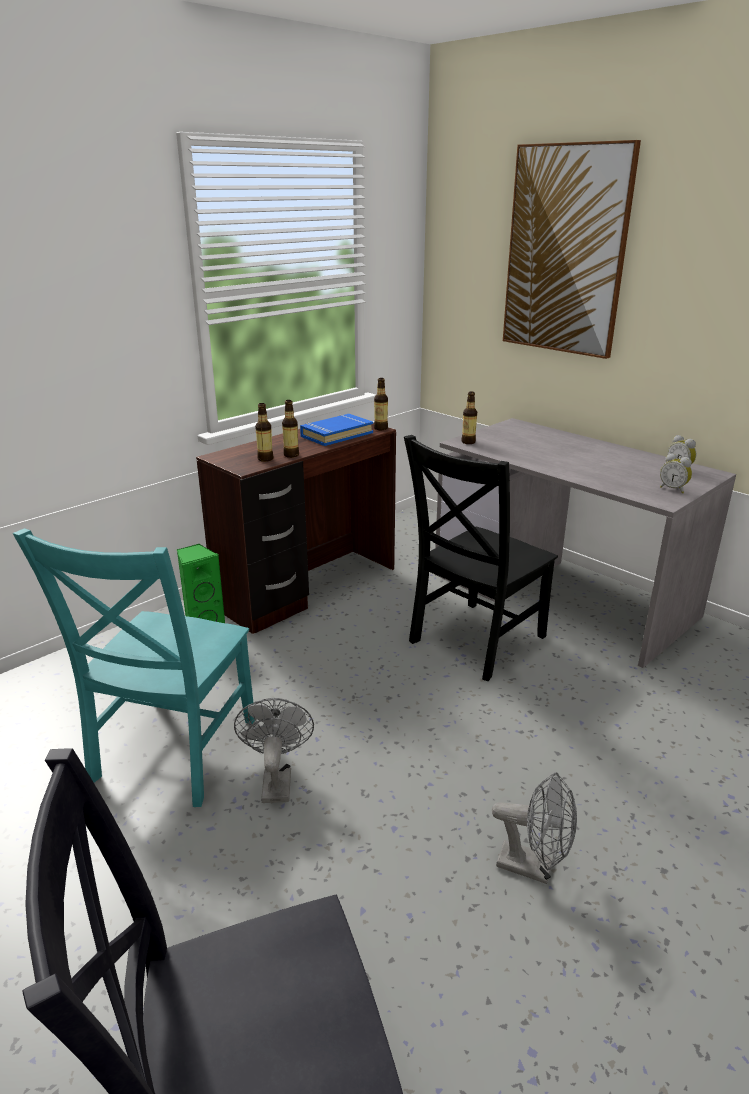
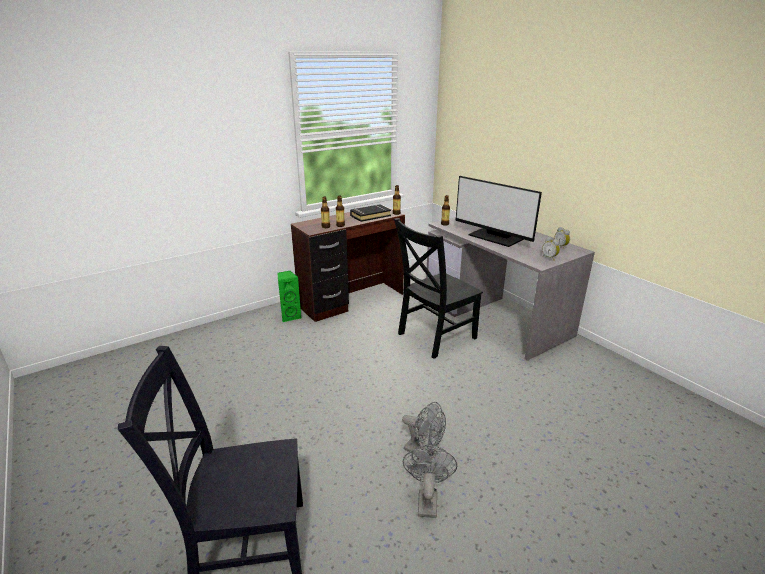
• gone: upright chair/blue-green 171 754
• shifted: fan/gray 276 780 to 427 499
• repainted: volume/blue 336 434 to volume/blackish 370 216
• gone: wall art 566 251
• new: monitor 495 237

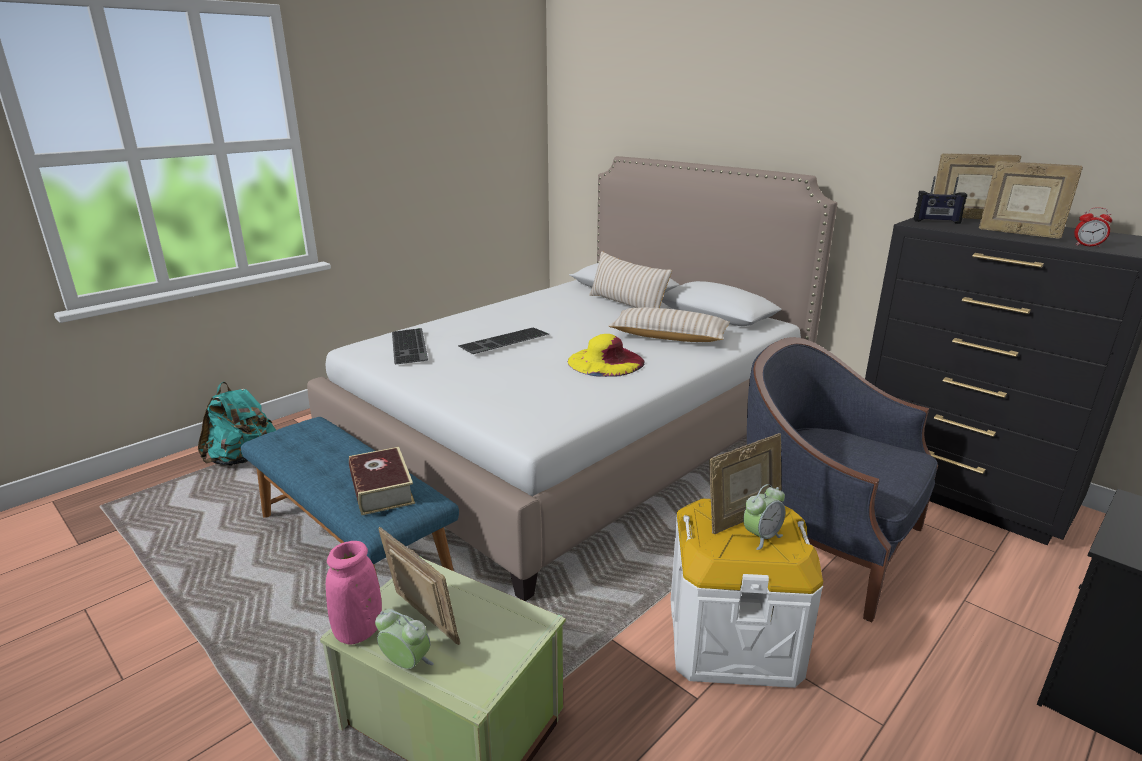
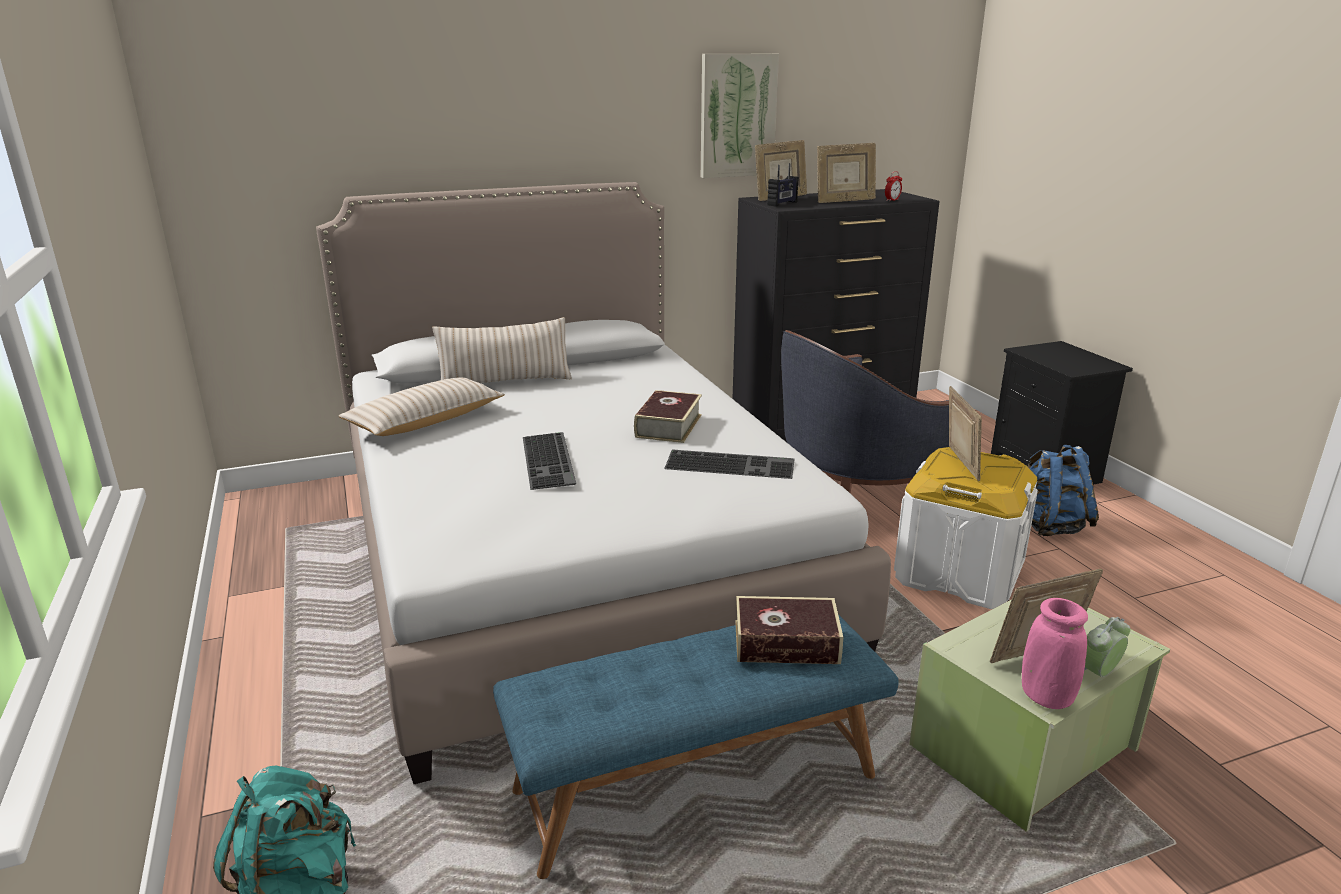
• shifted: computer keyboard 411 346 to 731 464
• swapped: wearable hat/yellow 605 361 to volume 668 426
• shifted: cushion/beige 669 337 to 425 421
• gone: bedside clock 761 537
• new: wall art 737 116
• new: rucksack/blue 1048 526

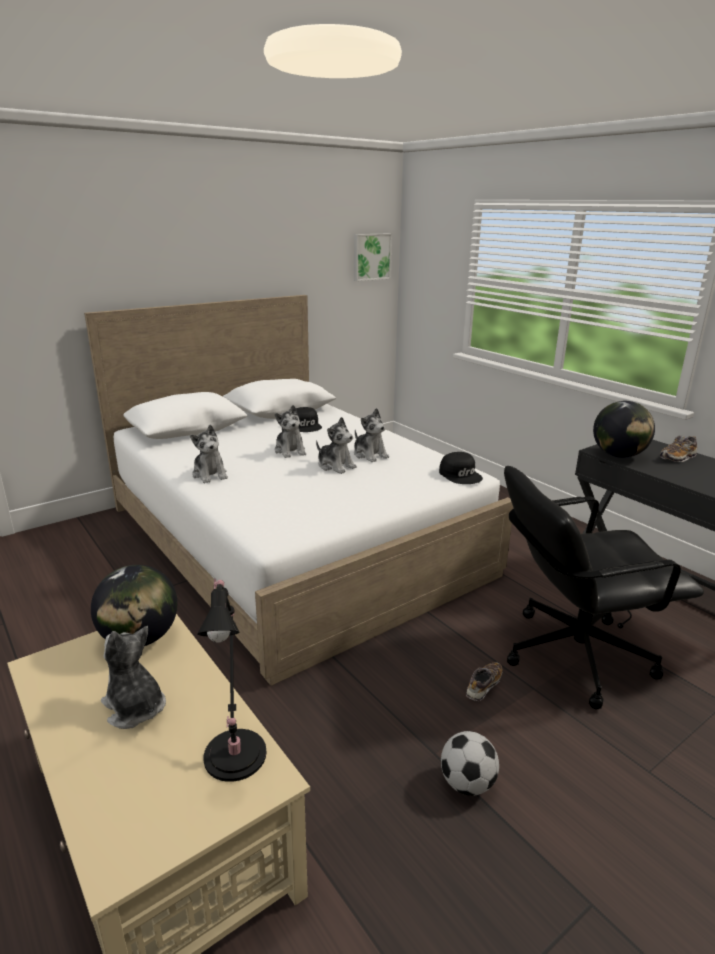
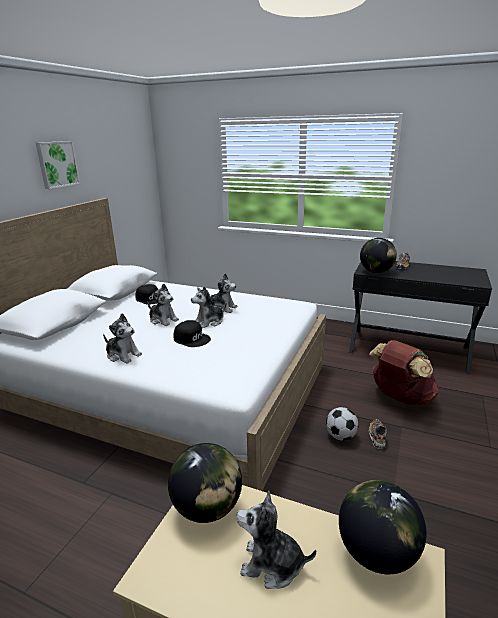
• swapped: tabletop lamp/blackish 236 750 to world globe 376 553
• rotated: plush toy 335 466 = 209 322 135 degrees clockwise
• shifted: wall art 371 257 to 57 164
• shifted: peaked cap/blackish 461 474 to 192 338
• shifted: ball for football 467 784 to 341 436
• swapped: desk chair/blackish 574 654 to rucksack/brownish 400 397

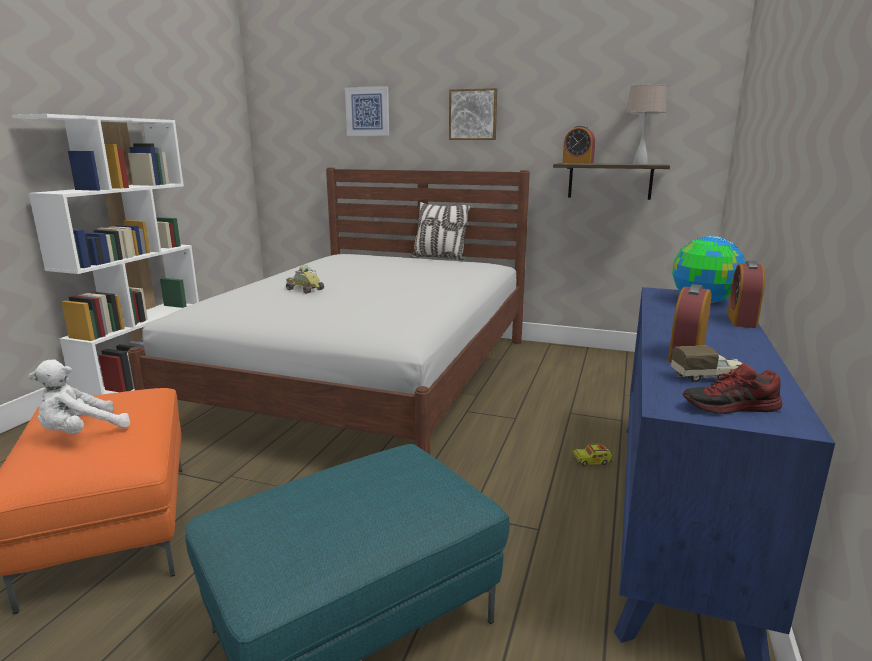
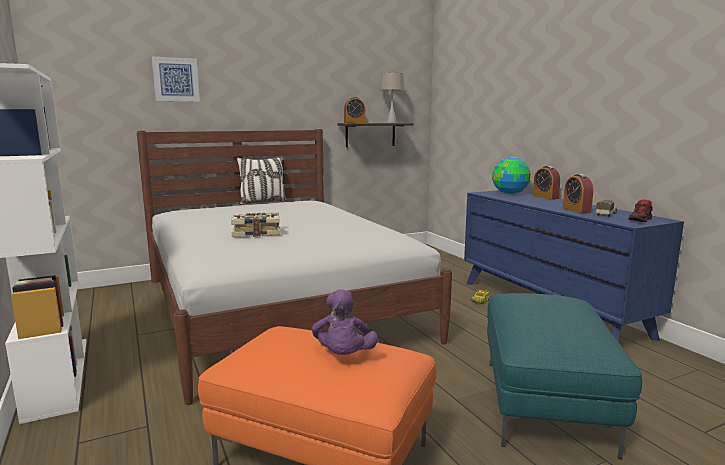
• repainted: plush toy/whitish 81 433 to plush toy/purplish 343 356
• swapped: model car 303 289 to volume 256 232
• gone: wall art 473 114

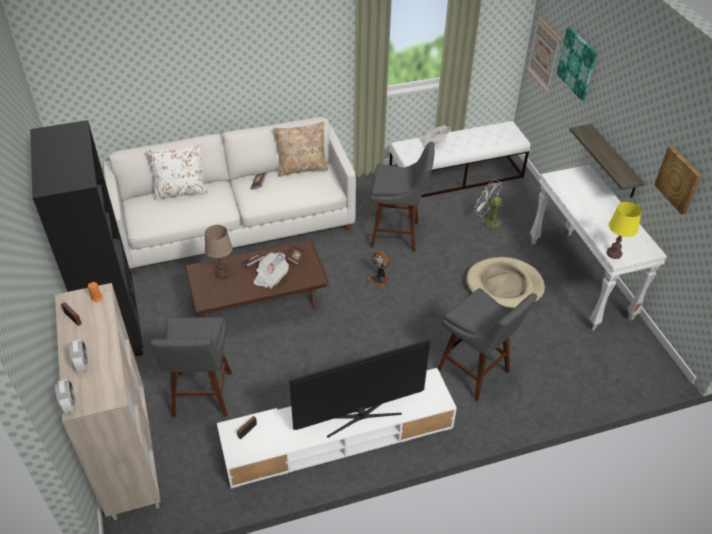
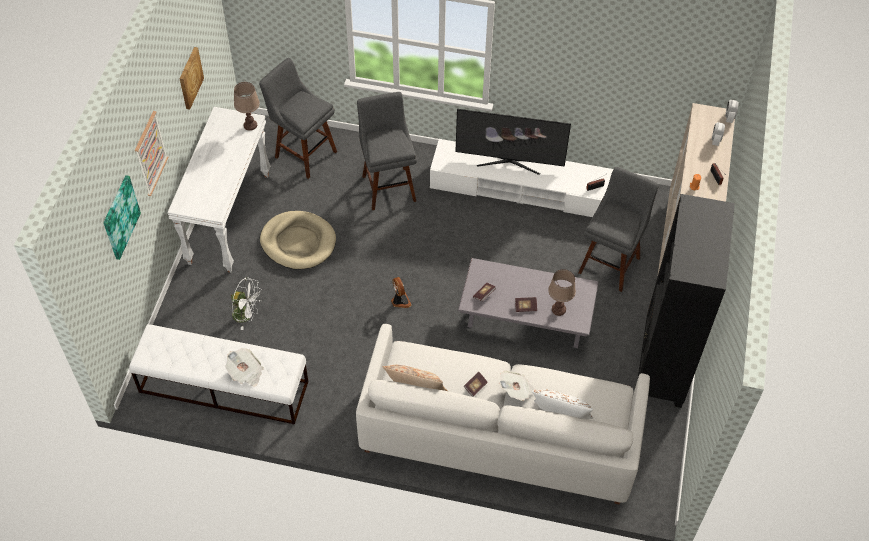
• repainted: coffee table/brownish 260 307 to coffee table/gray 525 322
• shifted: daily paper 270 277 to 516 390
• shifted: sitting stool/gray 398 235 to 303 153
• rotated: fan/whitish 487 221 = 247 315 45 degrees counterclockwise
• shifted: wall art 544 54 to 150 153
• gone: shelf 613 162
• repainted: tabletop lamp/yellow 613 253 to tabletop lamp/brownish 250 125

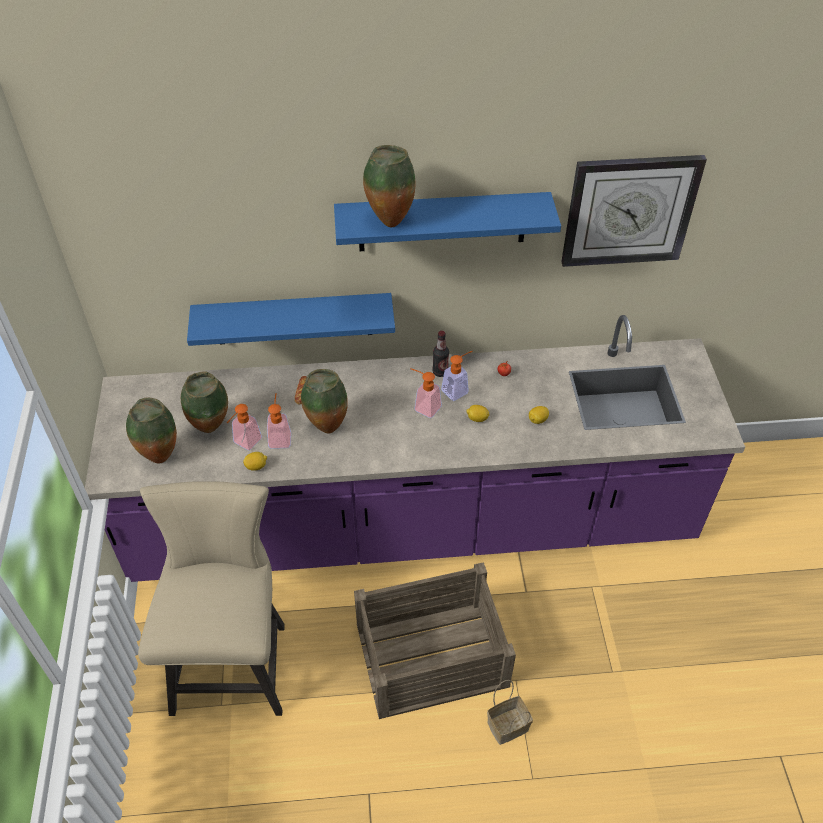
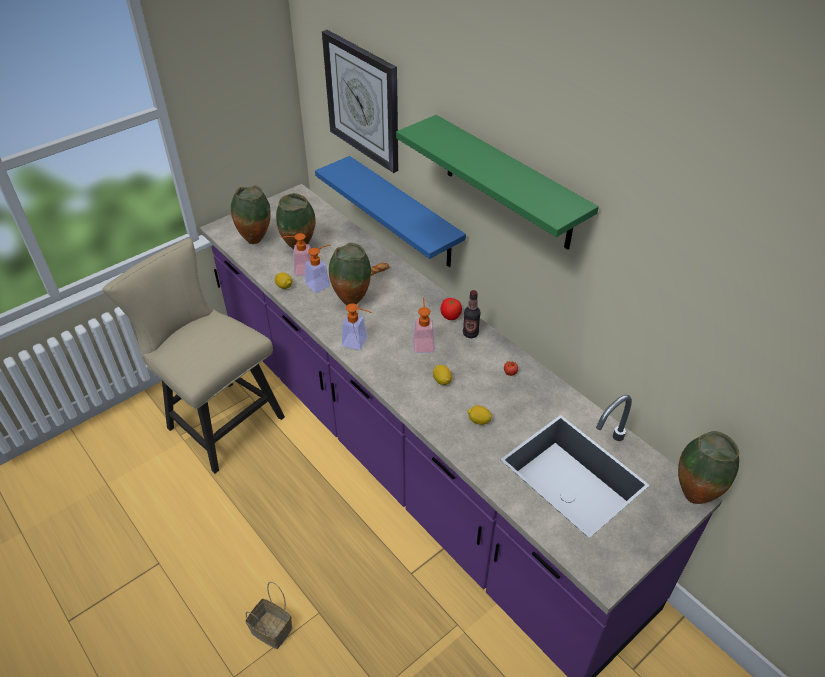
• rotated: upright chair/beige 233 659 = 219 420 105 degrees counterclockwise
• repainted: shelf/blue 442 222 to shelf/green 508 183
• gone: shipping crate 432 656
• shifted: decorative vase 389 222 to 693 495
• shifted: soap dispenser 458 389 to 359 343
• shifted: hanging clock 629 210 to 363 101
• new: fresh tomato 450 316

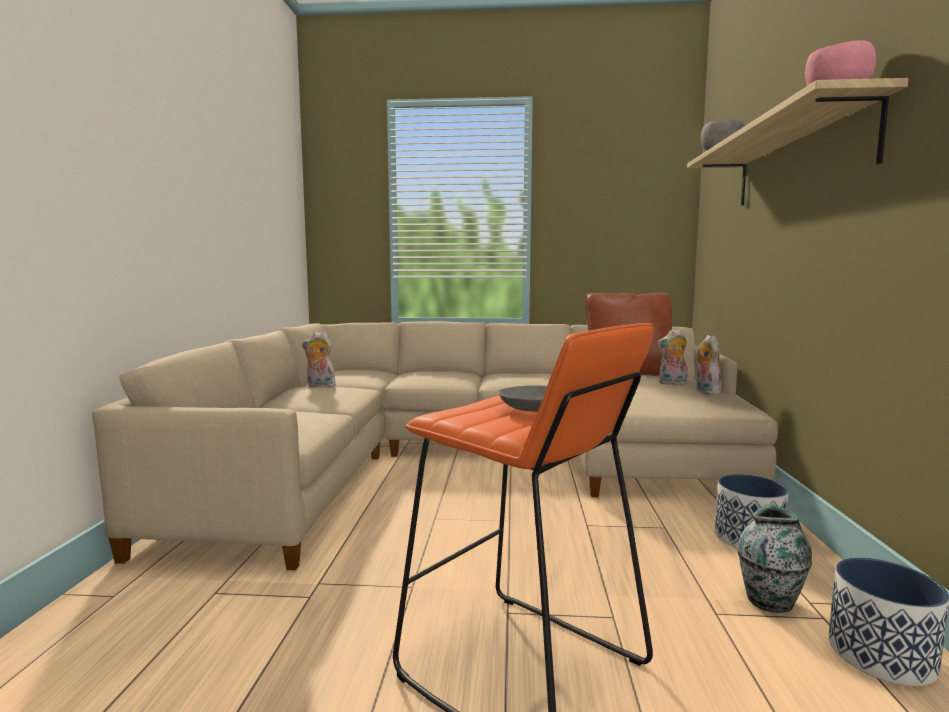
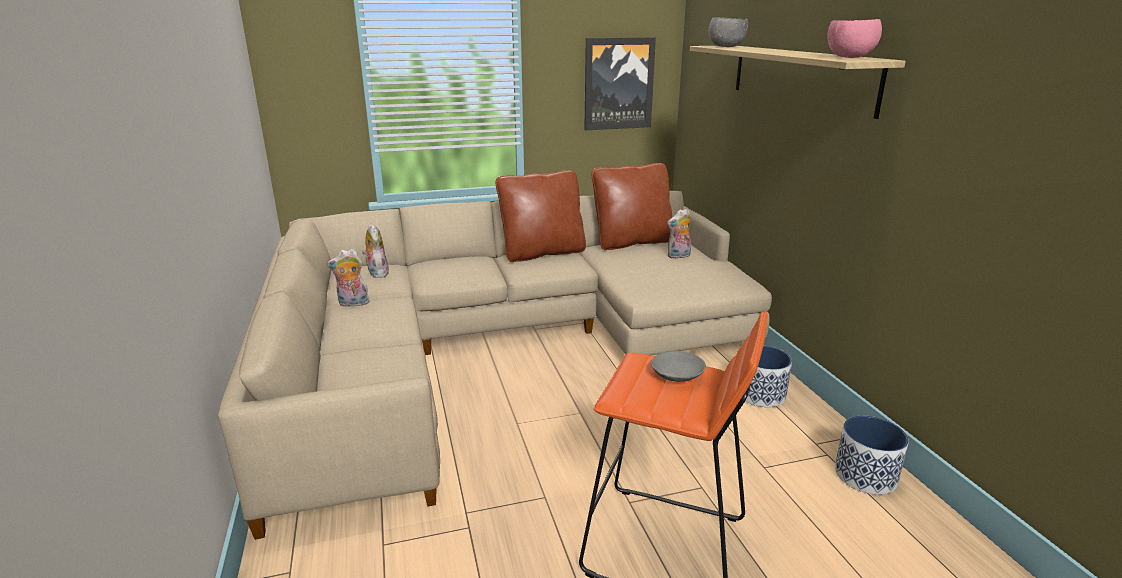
• shifted: plush toy 705 391 to 376 273
• gone: decorative vase 770 601
• new: cushion/brownish 542 253
• new: wall art 618 84

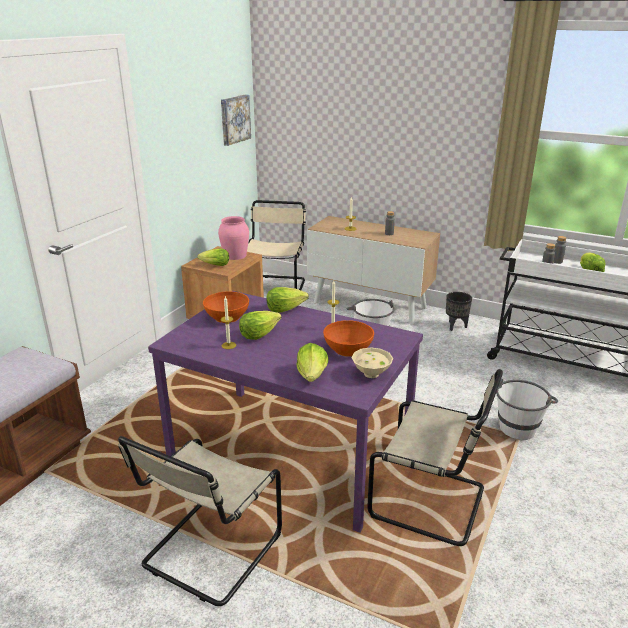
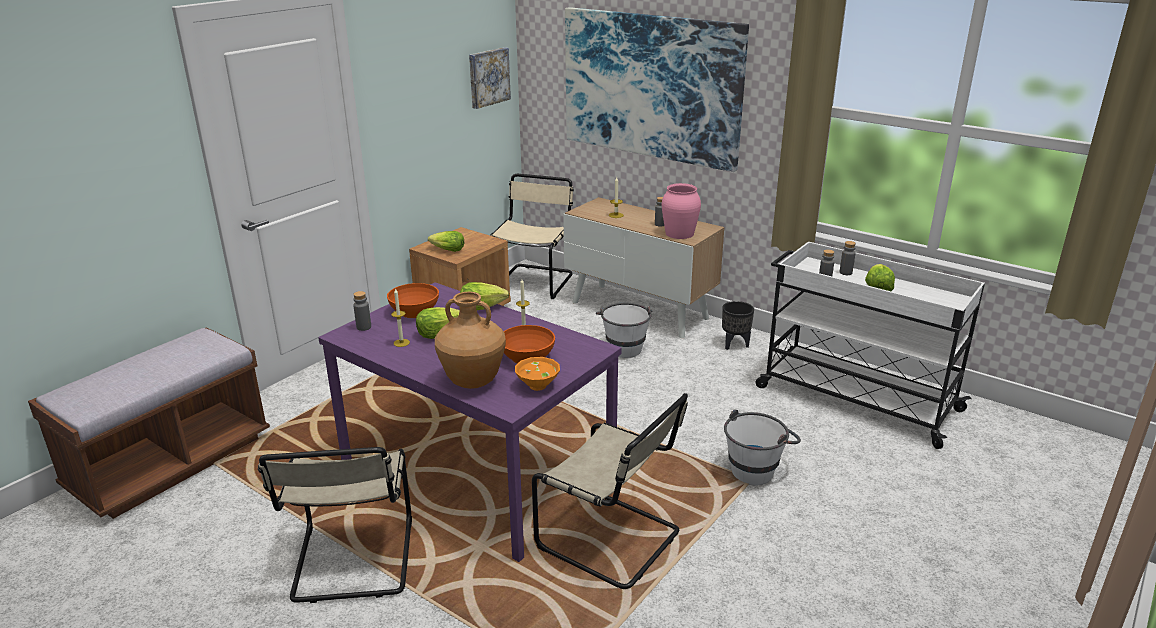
• rotated: upright chair/beige 209 553 = 353 563 45 degrees counterclockwise
• shifted: decorative vase/pink-coloured 235 255 to 680 233
• swapped: lettuce 312 375 to decorative vase/brownish 473 382
• repainted: bowl/beige 370 374 to bowl/orange-coloured 536 386
• new: beverage bottle/gray 364 327
• new: wall art 651 86

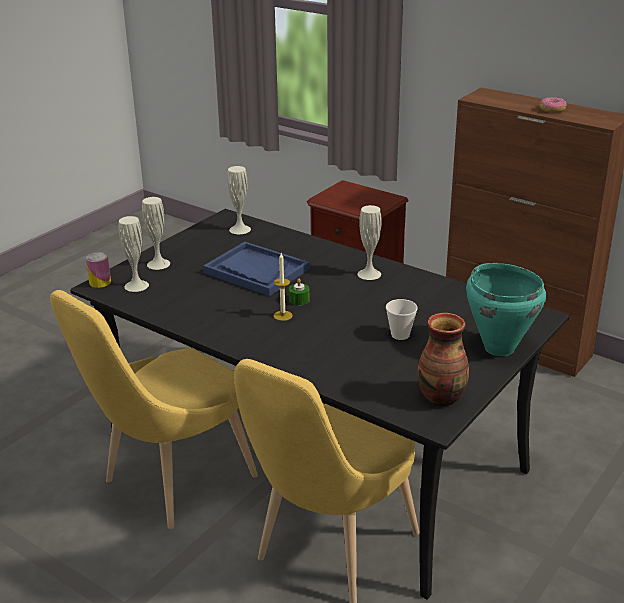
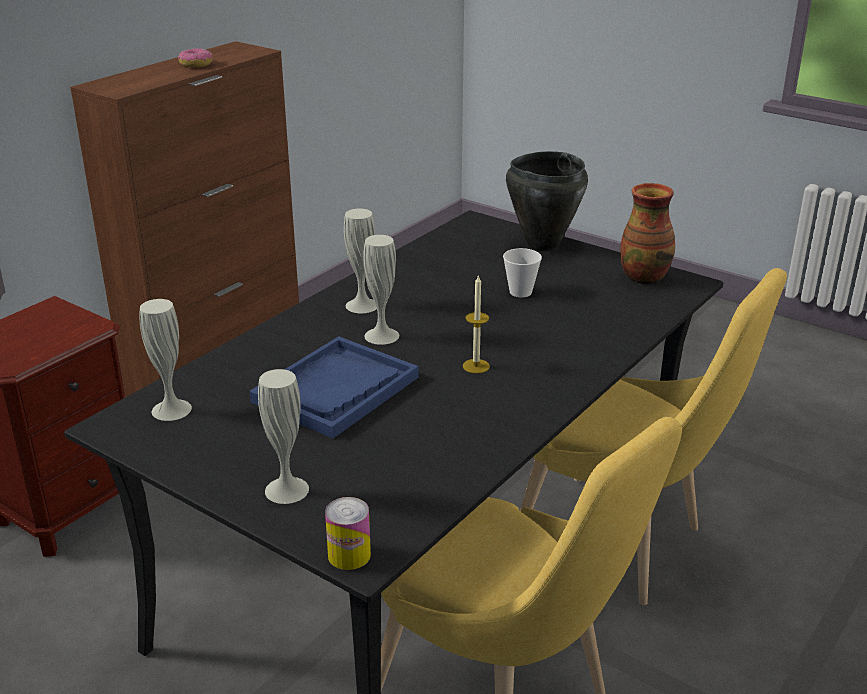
• shifted: decorative vase/whitish 136 285 to 381 335
• gone: wax candle/green 299 300
• repainted: stockpot/blue-green 499 348 to stockpot/blackish 542 245

